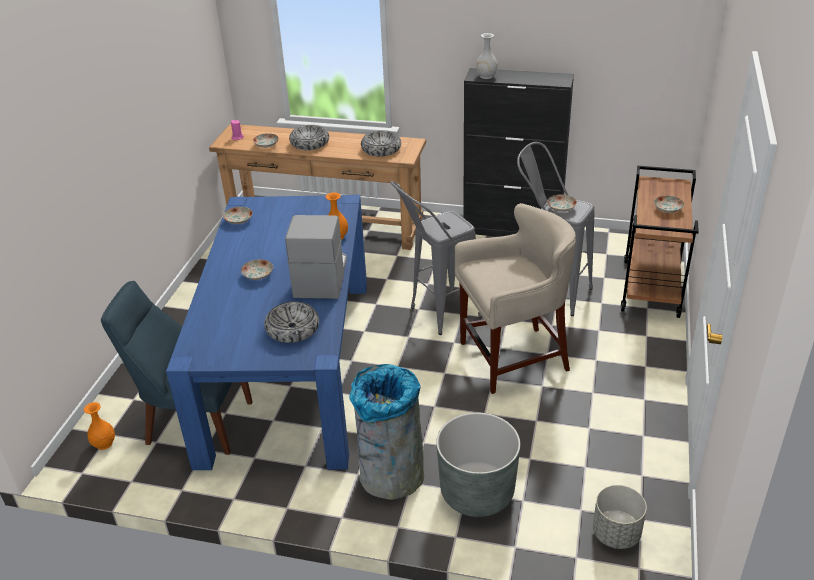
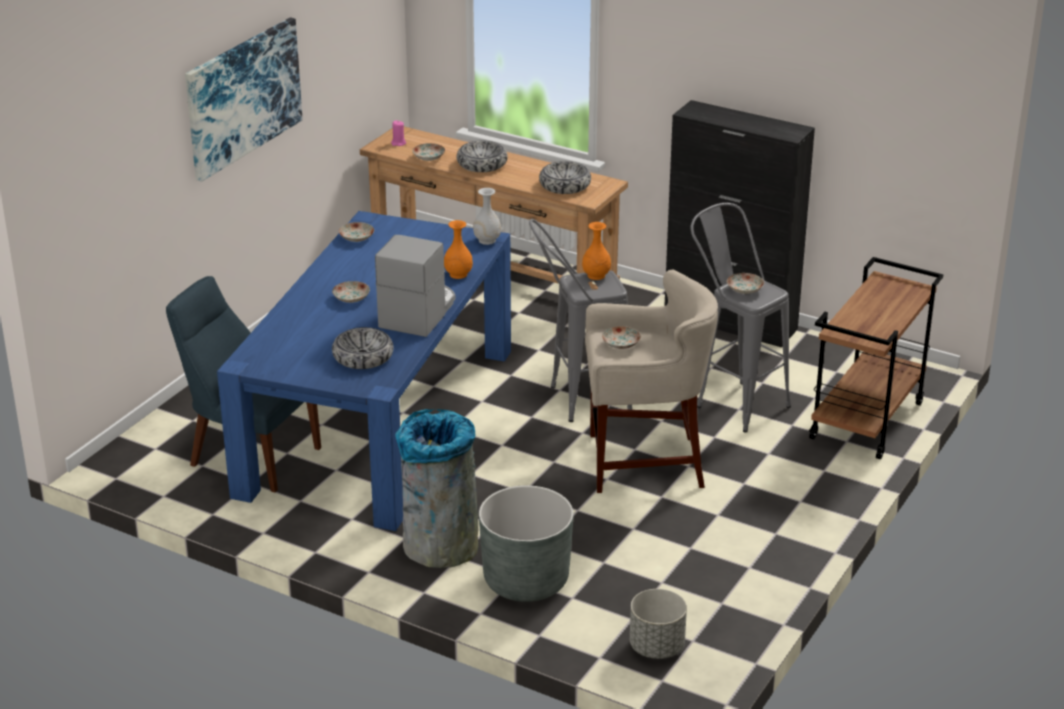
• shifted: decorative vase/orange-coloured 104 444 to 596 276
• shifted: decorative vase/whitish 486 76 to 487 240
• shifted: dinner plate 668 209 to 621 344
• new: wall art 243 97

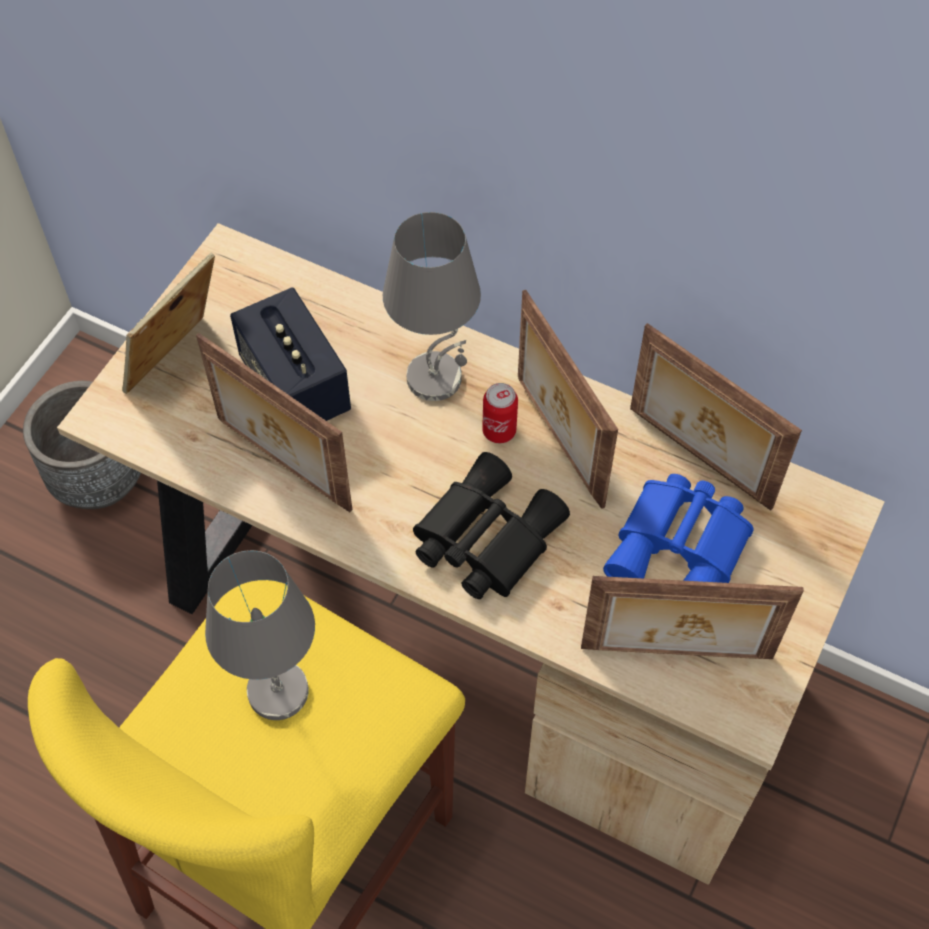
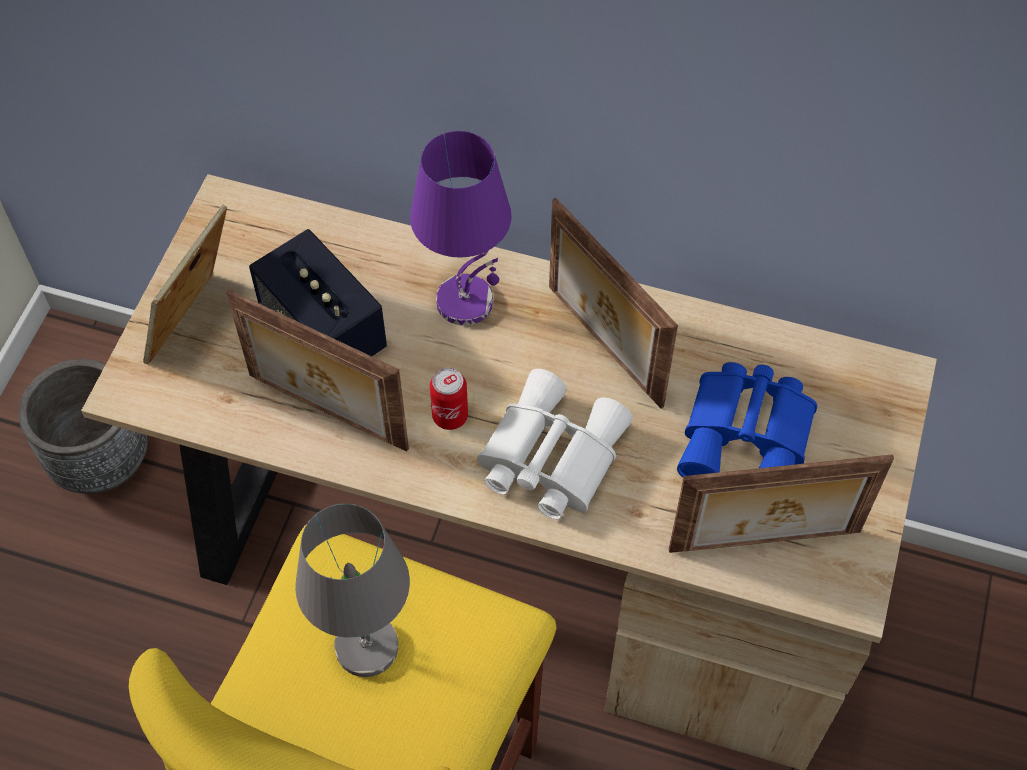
• repainted: tabletop lamp/gray 436 377 to tabletop lamp/purplish 466 301
• repainted: pair of binoculars/blackish 483 537 to pair of binoculars/whitish 548 456
• shifted: can 499 431 to 450 416
• gone: picture frame 698 459

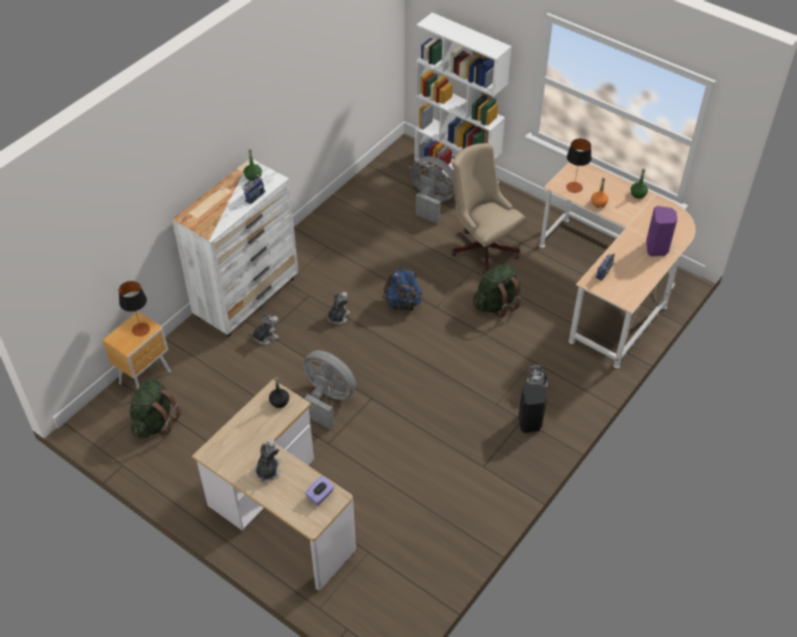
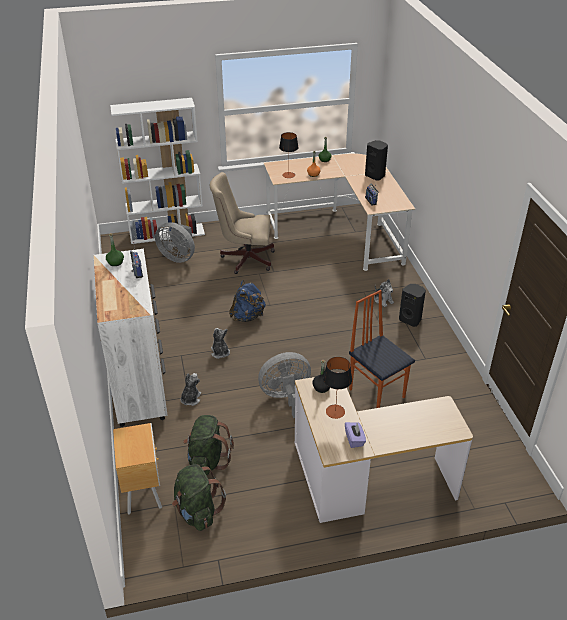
• shifted: tabletop lamp 140 329 to 335 411
• gone: plush toy 268 470
• shifted: tissue holder/purplish 320 495 to 354 439
• rotated: fan/gray 432 202 = 178 257 135 degrees counterclockwise
• shifted: rucksack/green 496 304 to 207 460
• repainted: loudspeaker/purplish 657 248 to loudspeaker/blackish 375 176
• new: upright chair 377 392

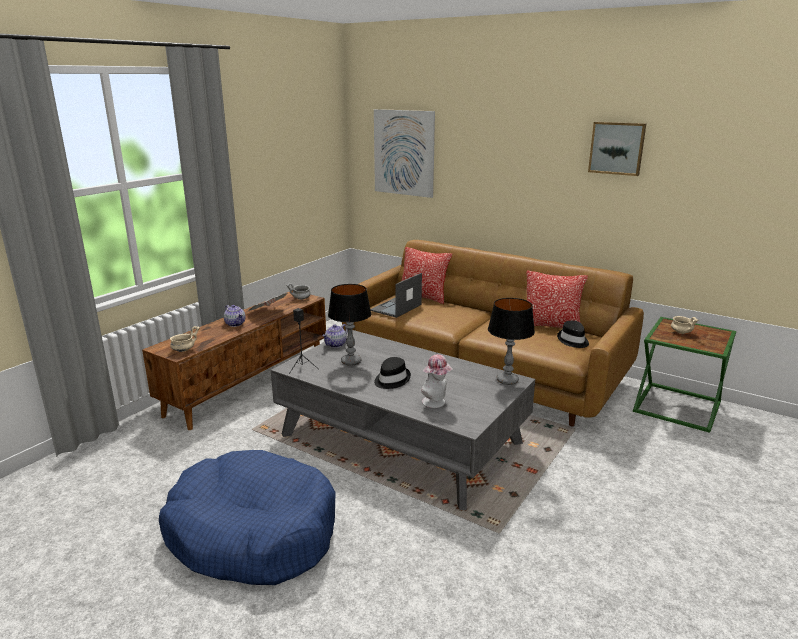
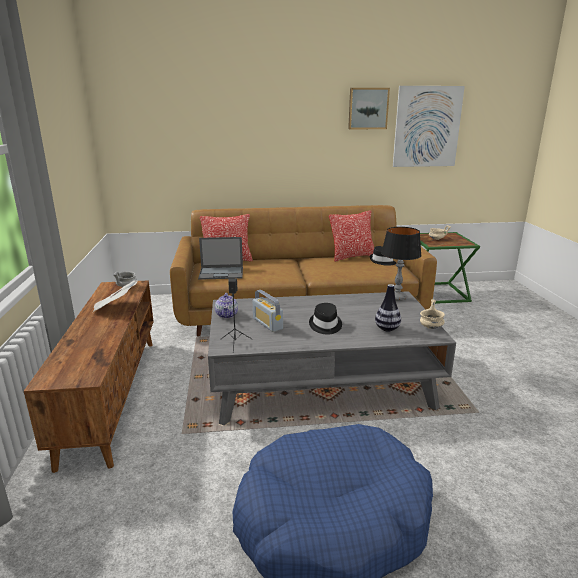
• shifted: bowl/beige 184 350 to 430 326
• gone: pot for tea 235 324
• swapped: tabletop lamp 351 362 to radio set 267 323
• rotated: laptop 396 308 = 222 273 90 degrees counterclockwise
• shifted: wall art 404 153 to 427 127
• swapped: wearable hat 436 403 to decorative vase 387 329

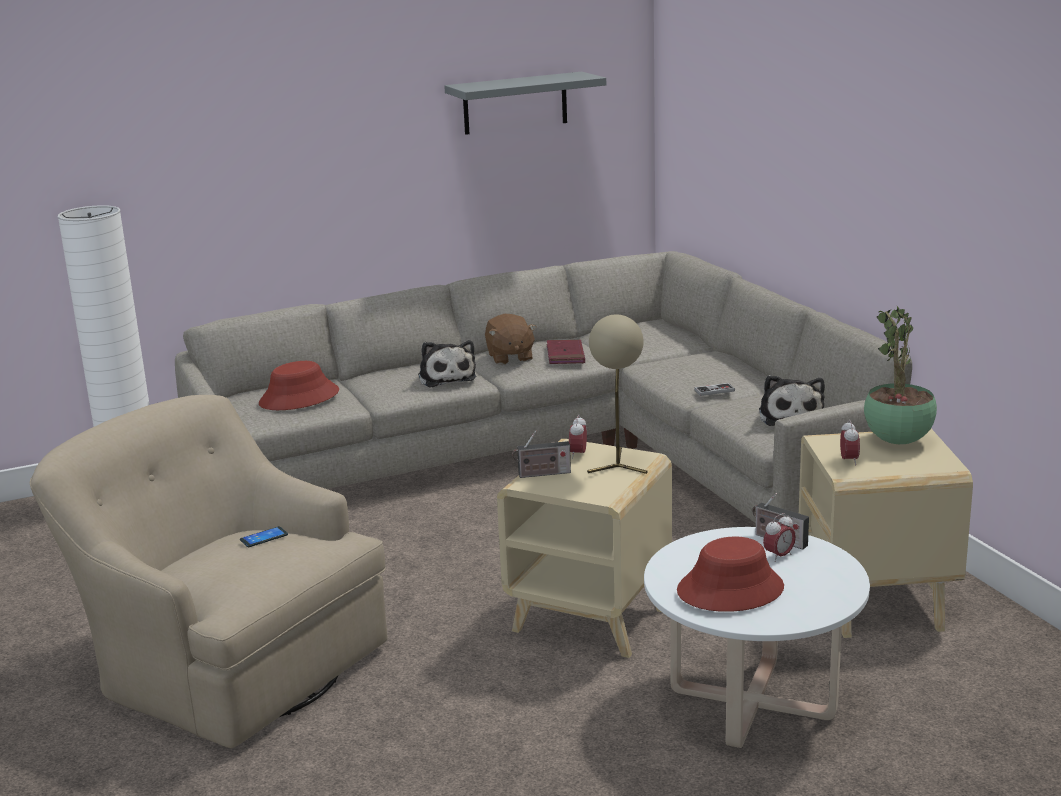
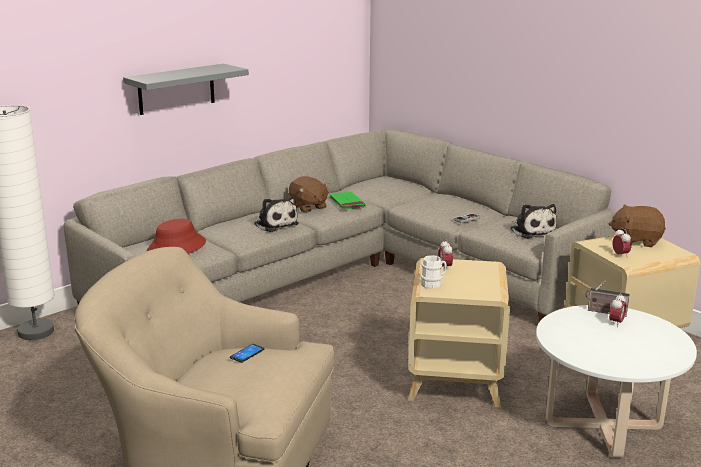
• shifted: shelf/gray 515 103 to 176 89
• swapped: radio set 542 474 to tea mug/whitish 433 283
• repainted: volume/reddish 565 355 to volume/green 347 203
• gone: tabletop lamp/beige 618 464
• gone: wearable hat/reddish 730 590
• swapped: potted plant 897 442 to plush toy/brownish 636 241

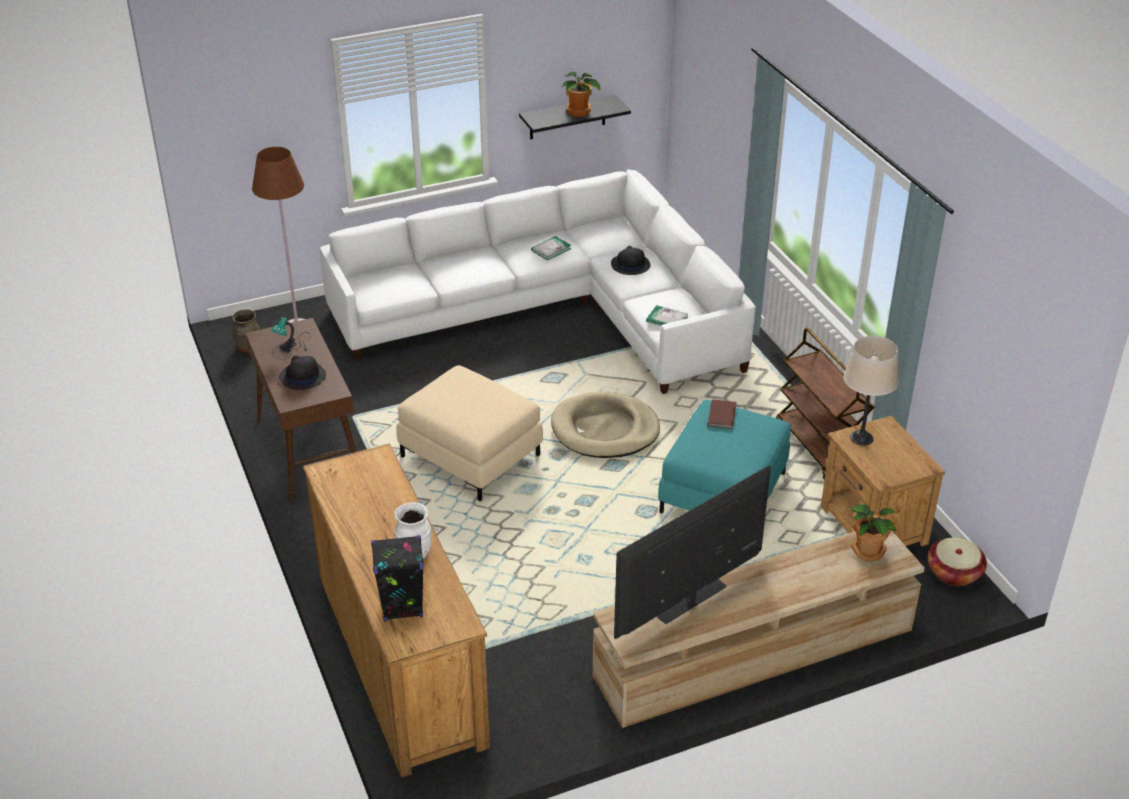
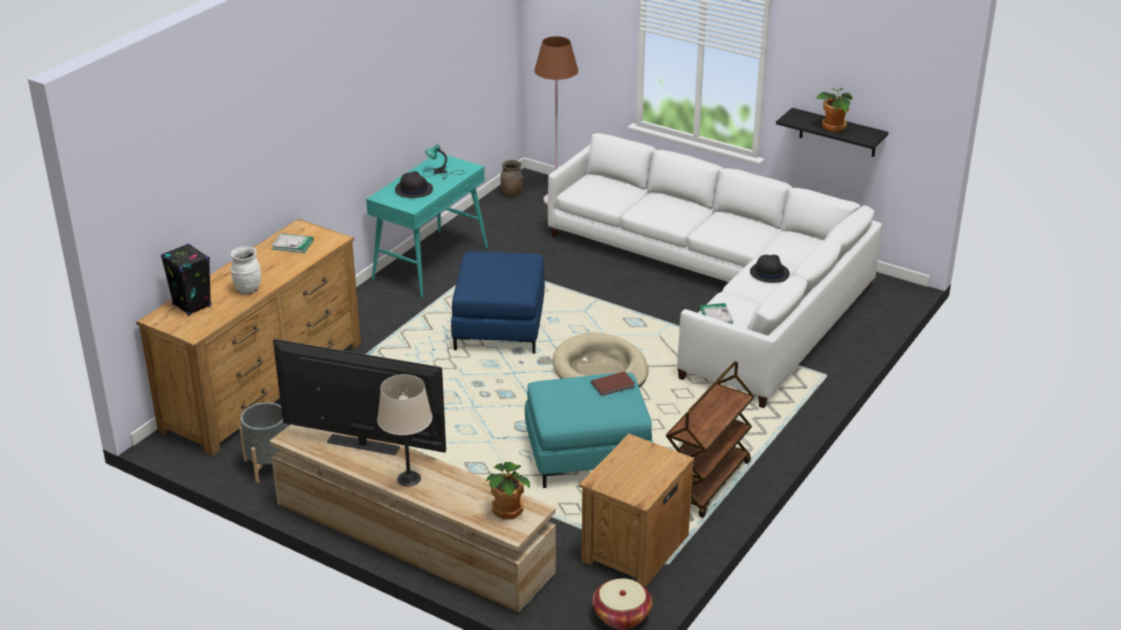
• repainted: narrow table/brownish 309 451 to narrow table/blue-green 431 263
• repainted: pouffe/beige 470 456 to pouffe/blue 499 326
• shifted: volume 551 249 to 292 245
• shifted: tabletop lamp/beige 861 438 to 408 478
• new: planter/gray 269 465

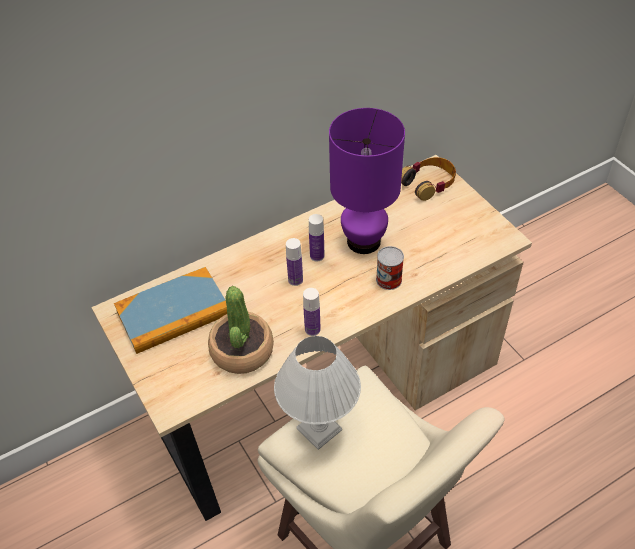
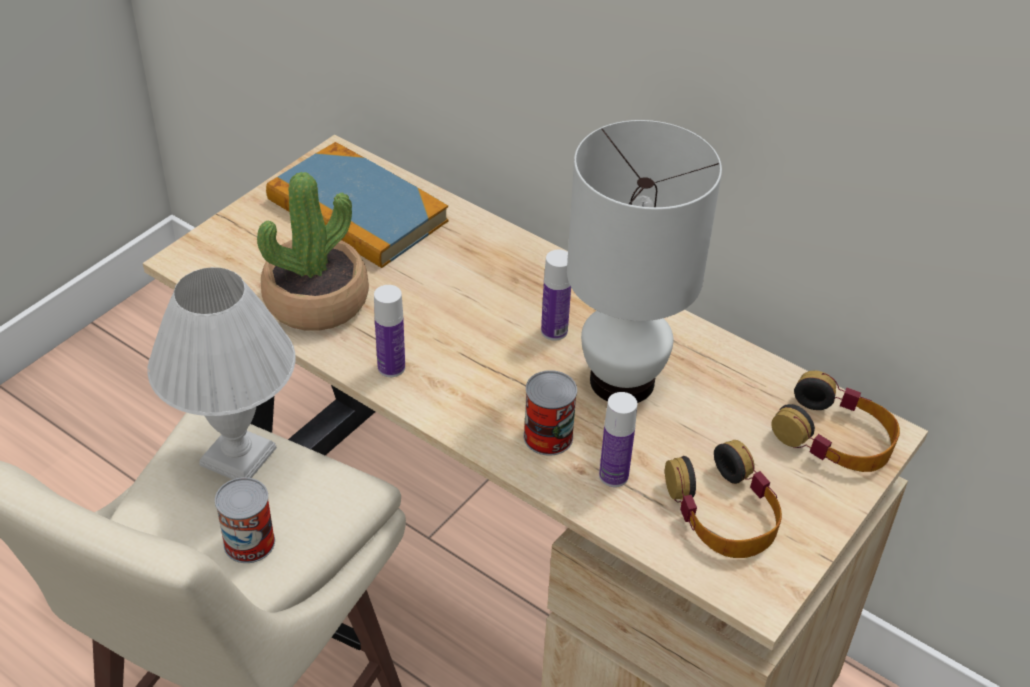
• shifted: beverage bottle 295 280 to 613 475
• repainted: tabletop lamp/purplish 363 241 to tabletop lamp/whitish 622 380
• new: can 249 542
• new: pair of headphones 723 512

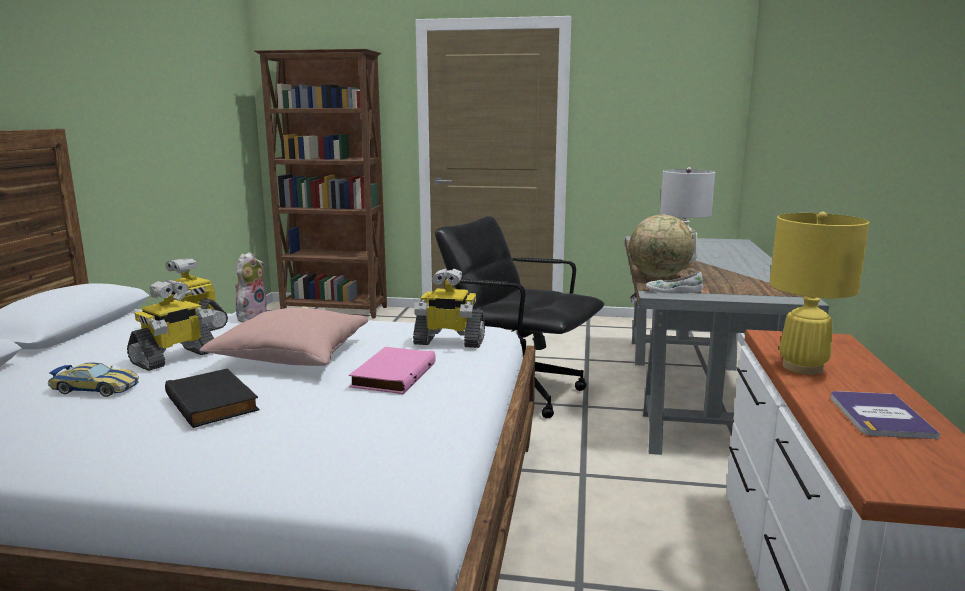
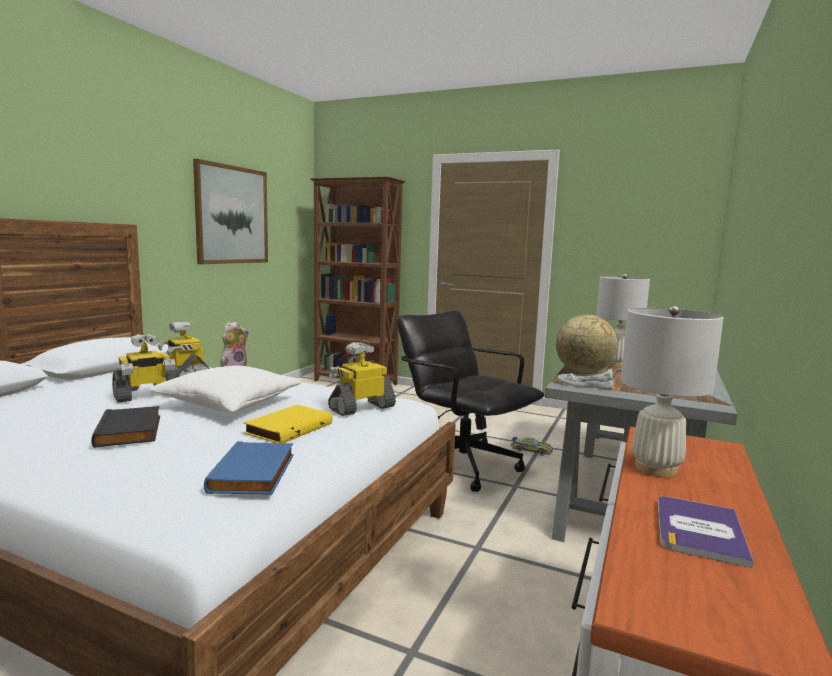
• shifted: model car 95 388 to 531 450
• repainted: cushion/pink-coloured 292 356 to cushion/whitish 229 405
• repainted: volume/pink-coloured 392 374 to volume/yellow 288 428
• rotated: model robot 448 341 = 361 408 120 degrees clockwise
• repainted: tabletop lamp/yellow 802 367 to tabletop lamp/whitish 656 469
• new: wall art 232 215
• new: volume/blue 255 473

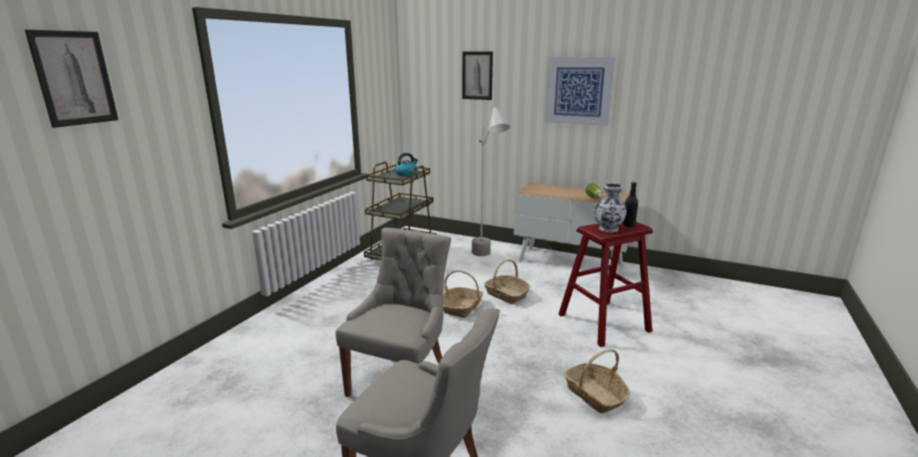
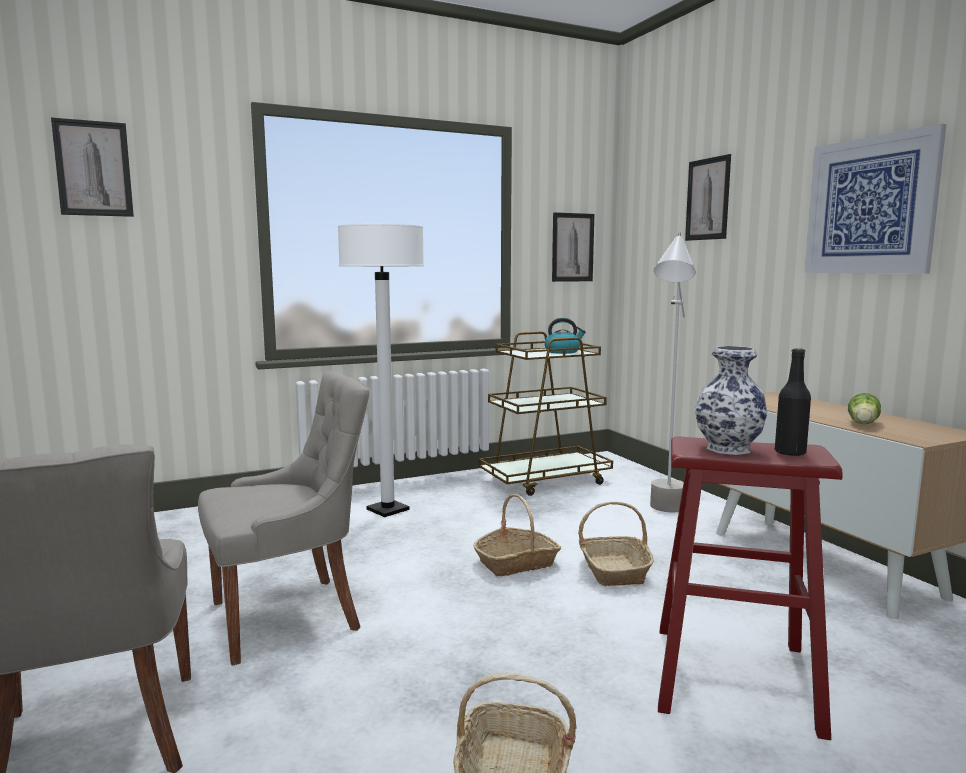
• new: standard lamp/whitish 388 510
• new: wall art 572 247

